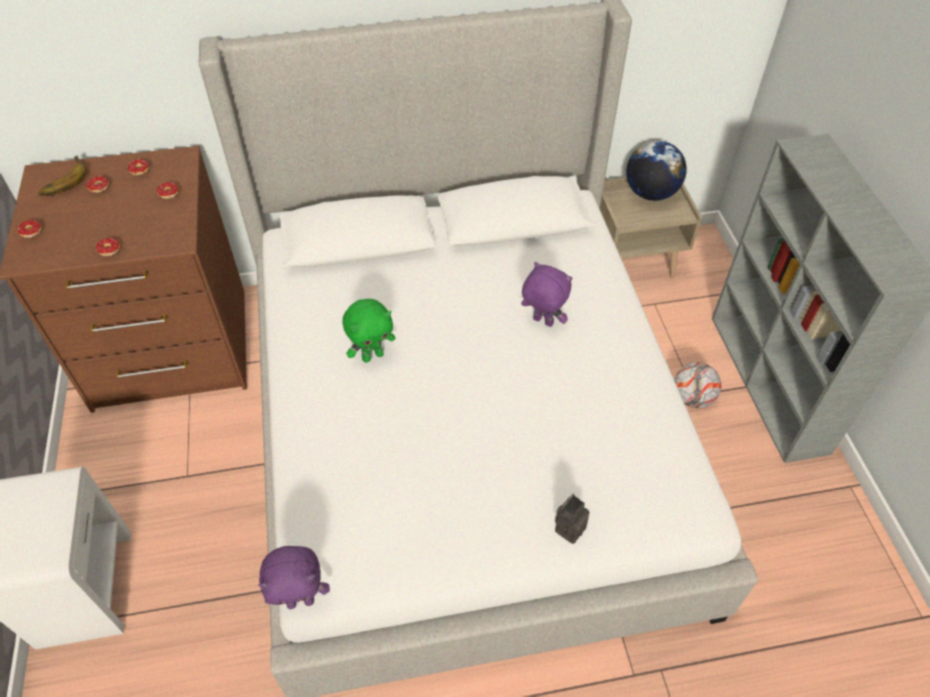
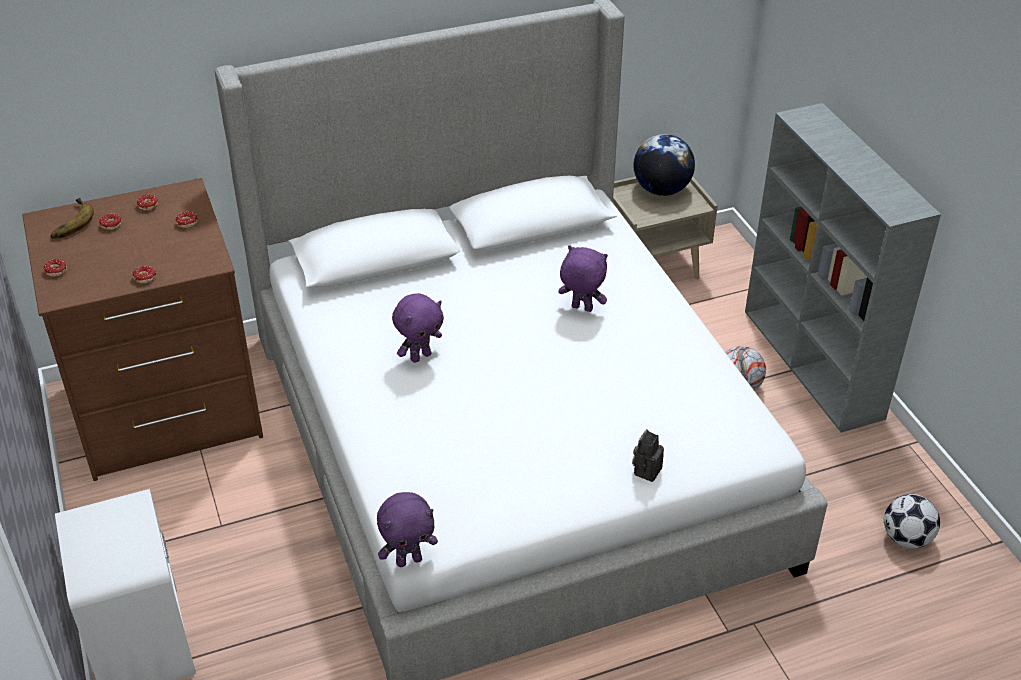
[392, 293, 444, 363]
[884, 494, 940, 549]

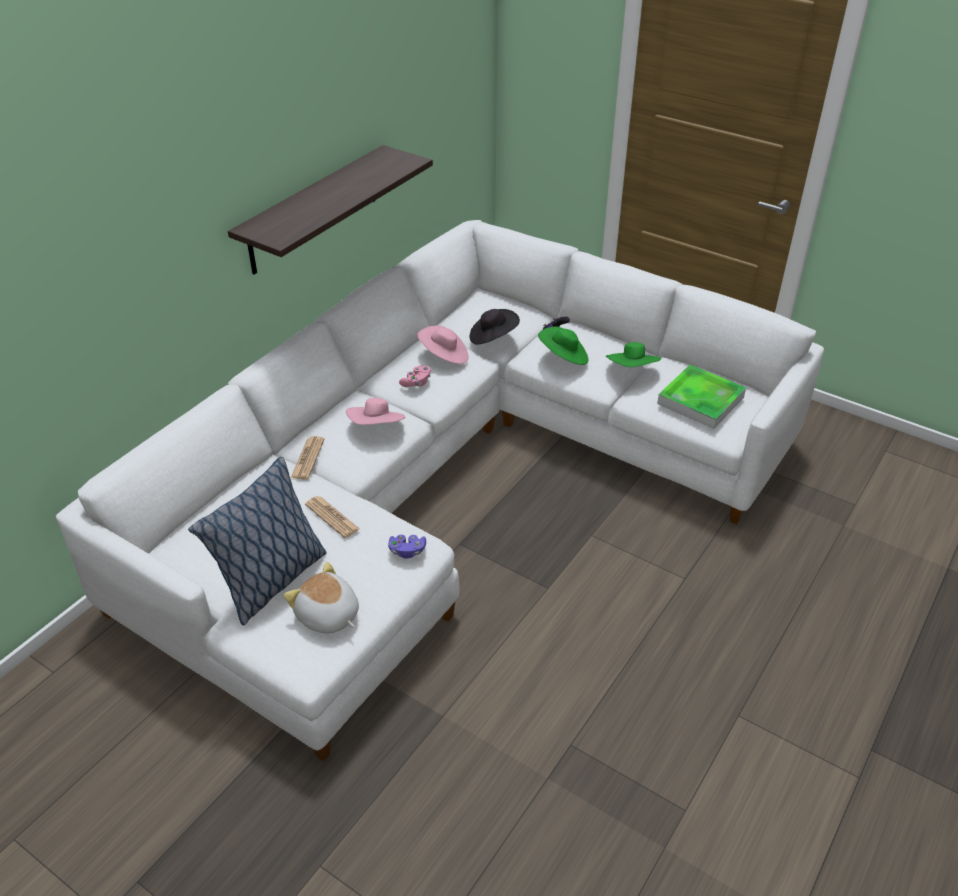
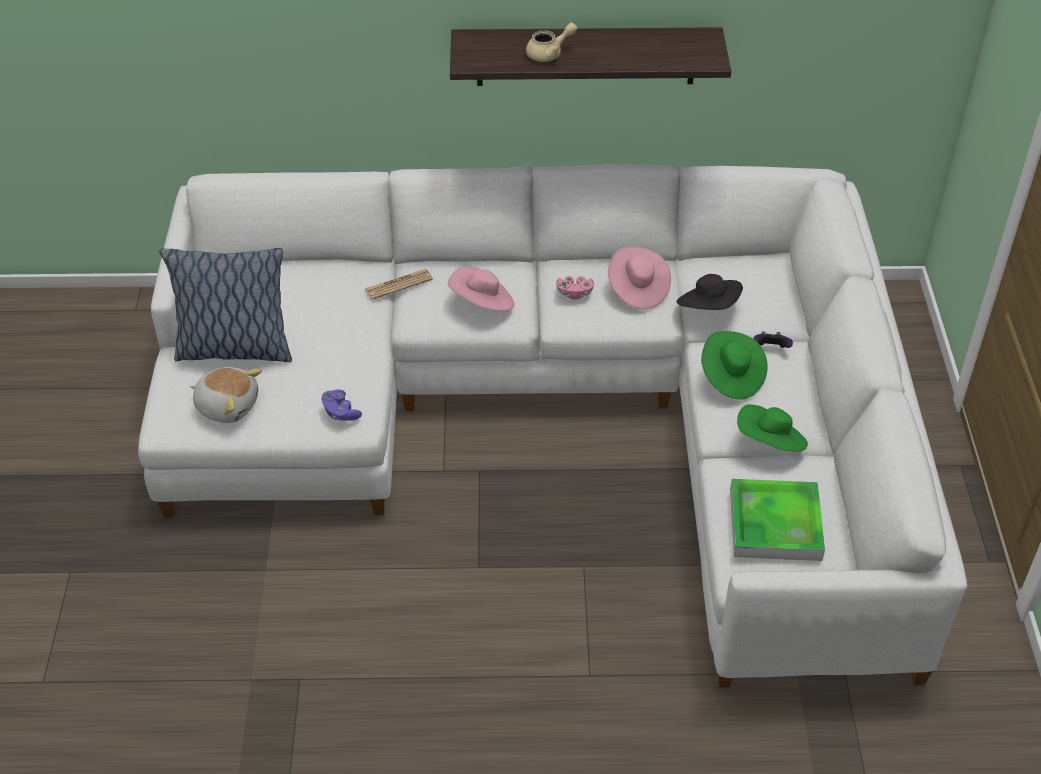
[305, 496, 359, 538] (first image)
[190, 367, 262, 423]
[526, 23, 577, 62]

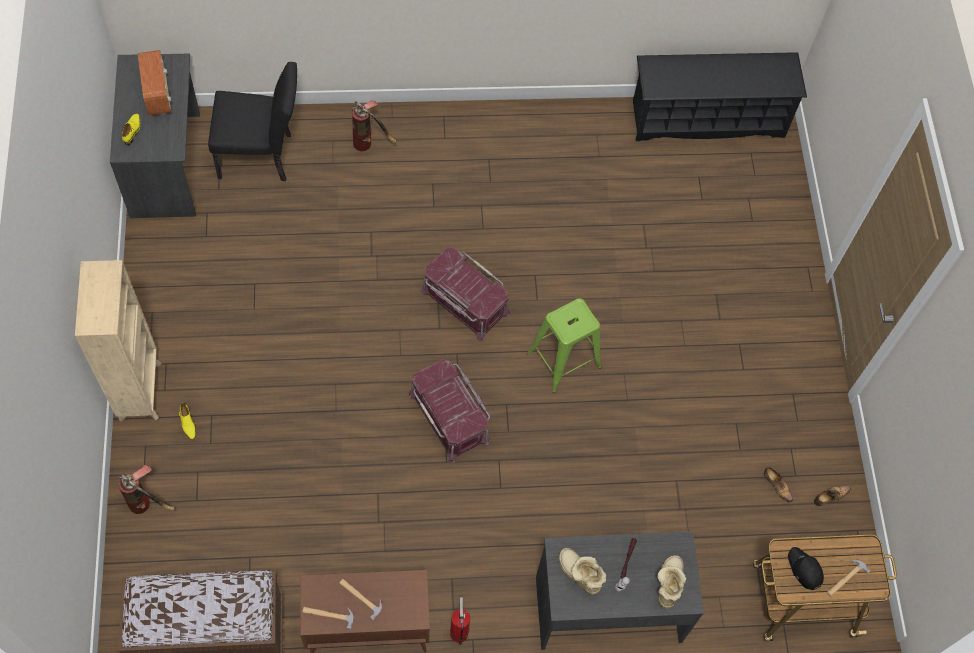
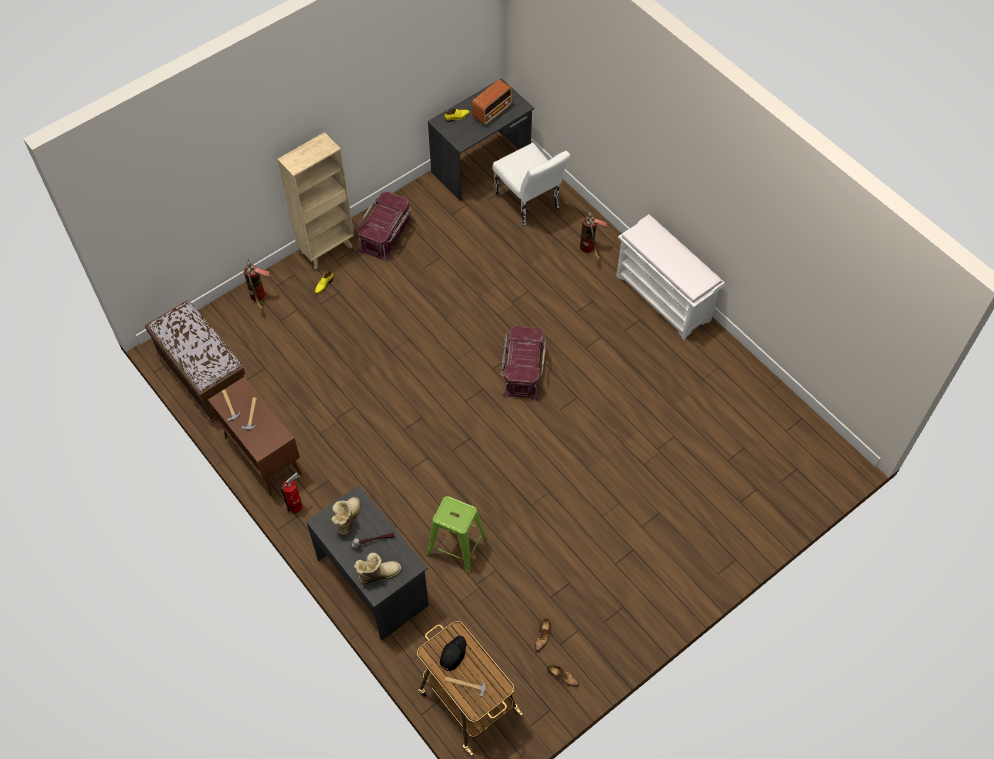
[633, 52, 807, 141] (first image)
[493, 143, 570, 227]
[426, 496, 487, 573]
[357, 192, 413, 263]
[616, 214, 725, 340]

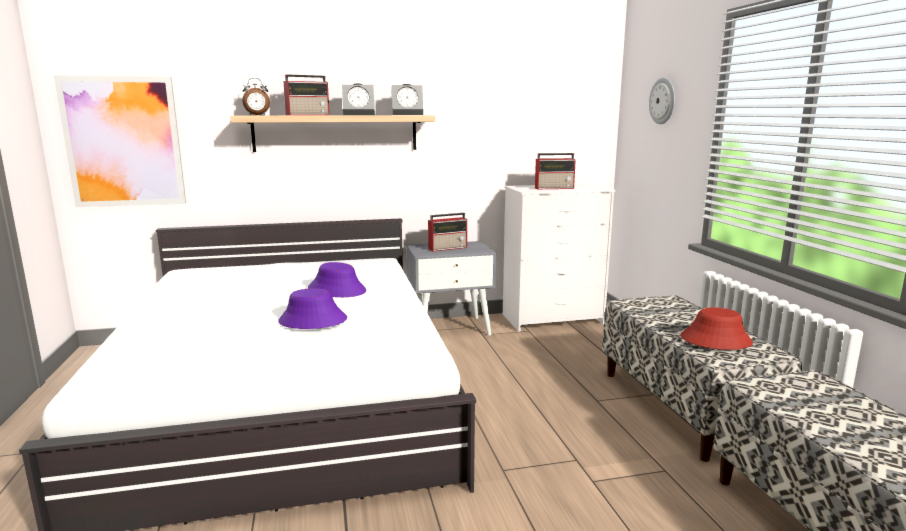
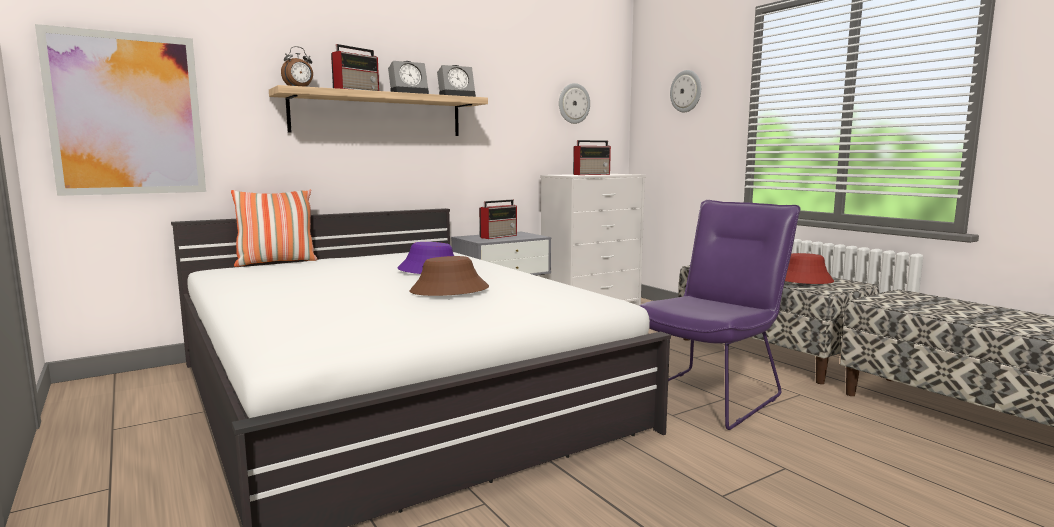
[410, 256, 489, 296]
[559, 83, 590, 124]
[231, 190, 317, 267]
[639, 200, 801, 430]

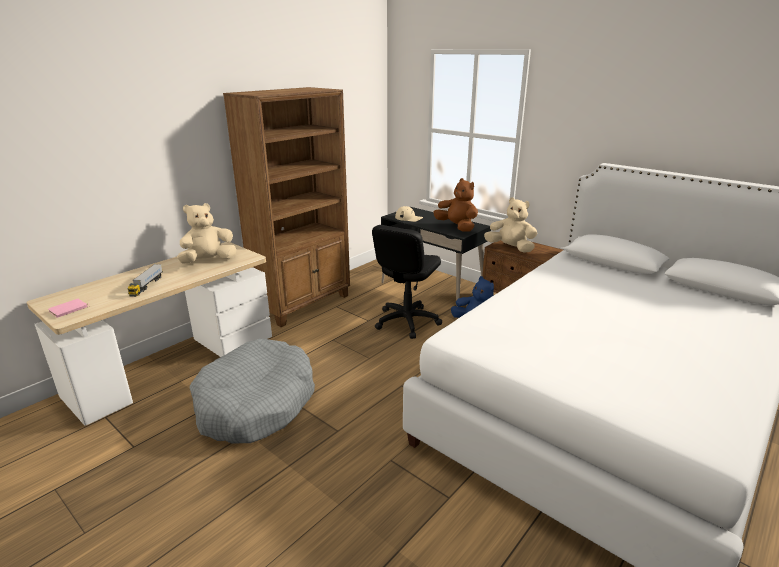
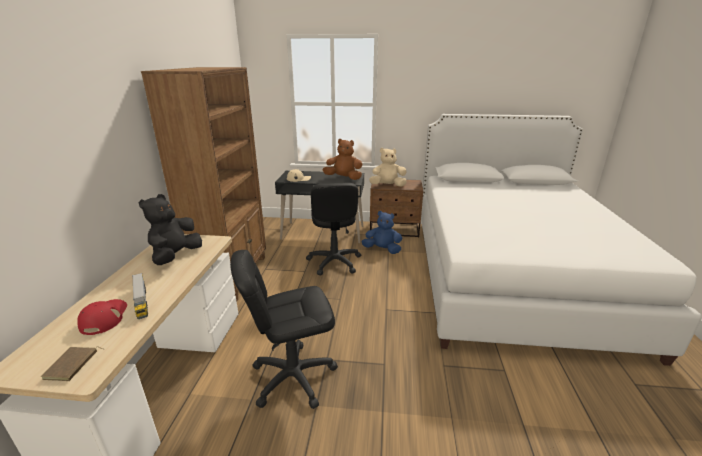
[139, 194, 202, 265]
[41, 346, 104, 381]
[230, 250, 338, 409]
[77, 299, 127, 335]

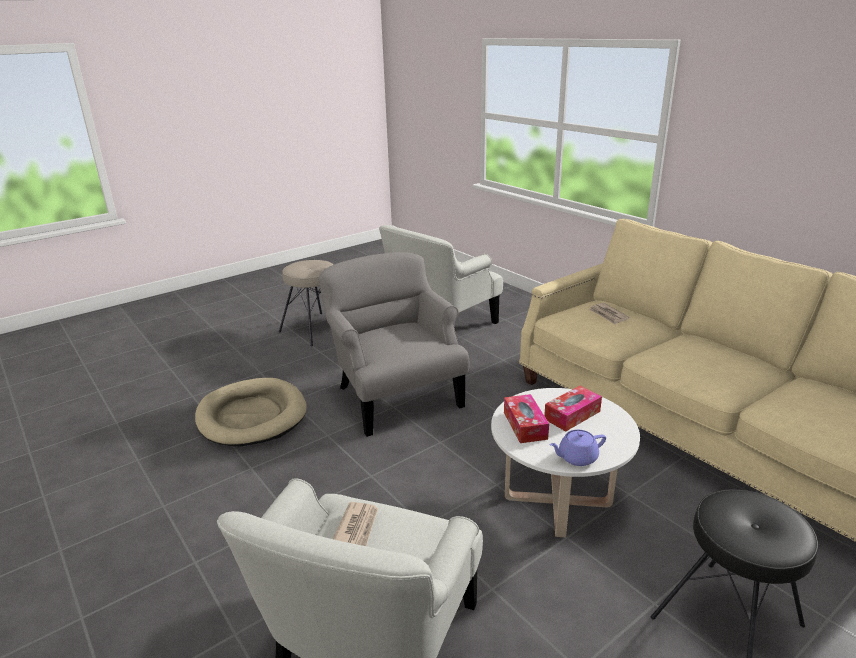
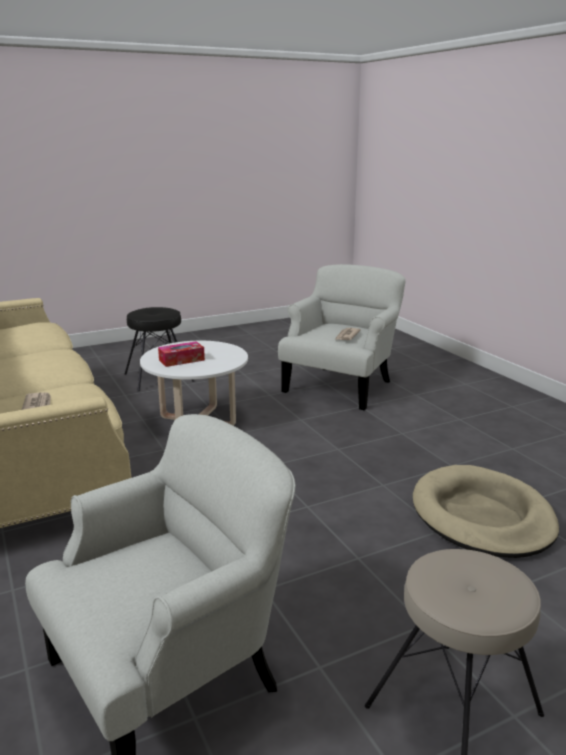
[319, 252, 469, 437] (first image)
[504, 394, 549, 443] (first image)
[549, 430, 606, 466] (first image)

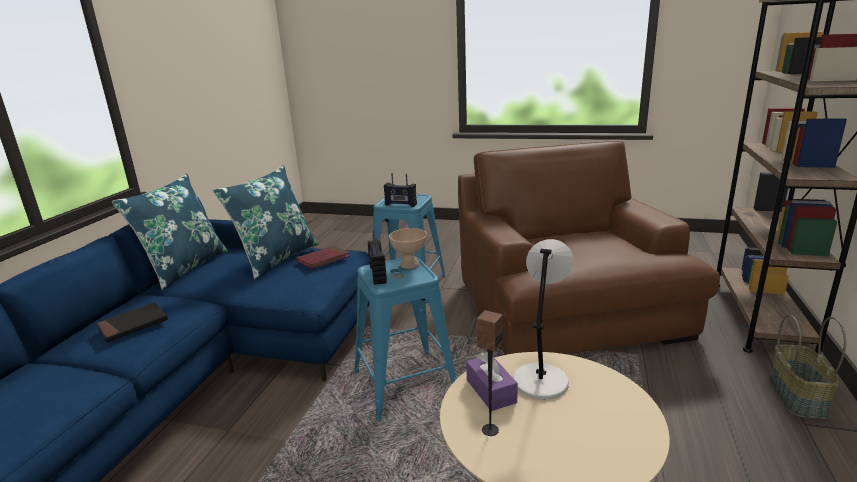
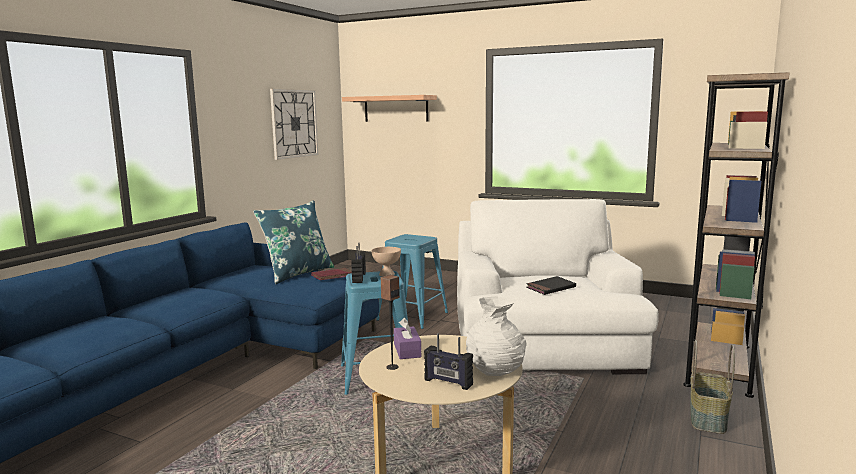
[457, 199, 659, 374]
[424, 333, 473, 390]
[112, 174, 228, 290] (first image)
[513, 239, 574, 399] (first image)
[526, 276, 576, 295]
[270, 89, 318, 160]
[342, 95, 437, 122]
[466, 296, 526, 376]

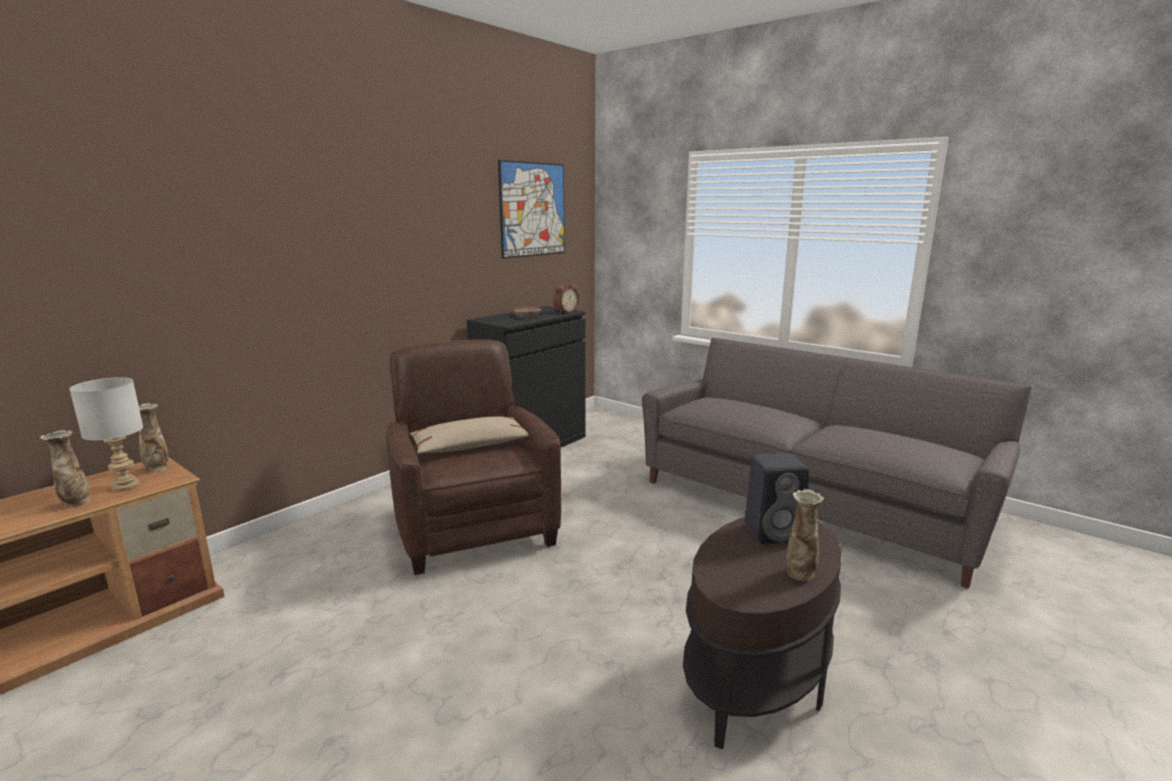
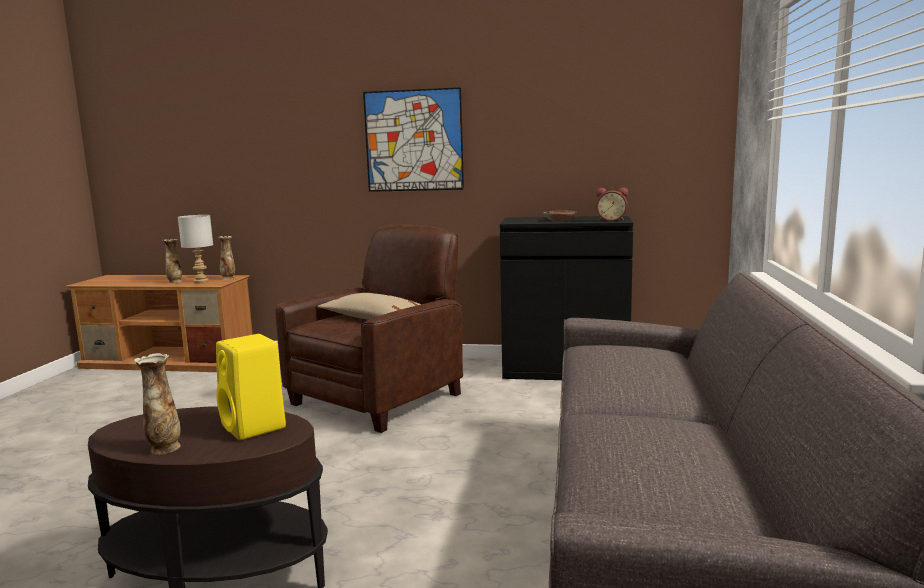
[363, 87, 464, 192]
[216, 334, 286, 440]

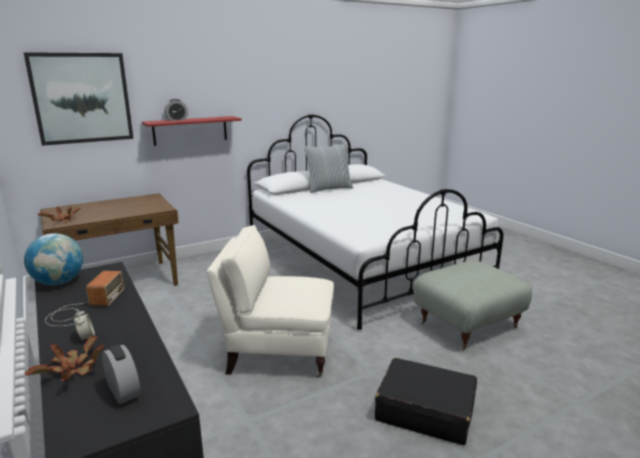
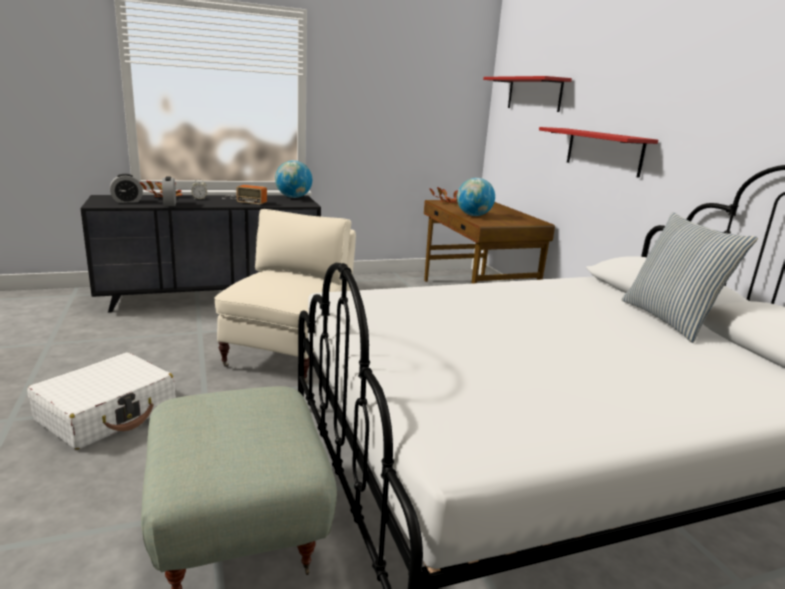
[483, 76, 572, 112]
[162, 177, 176, 206]
[27, 353, 176, 450]
[457, 178, 495, 216]

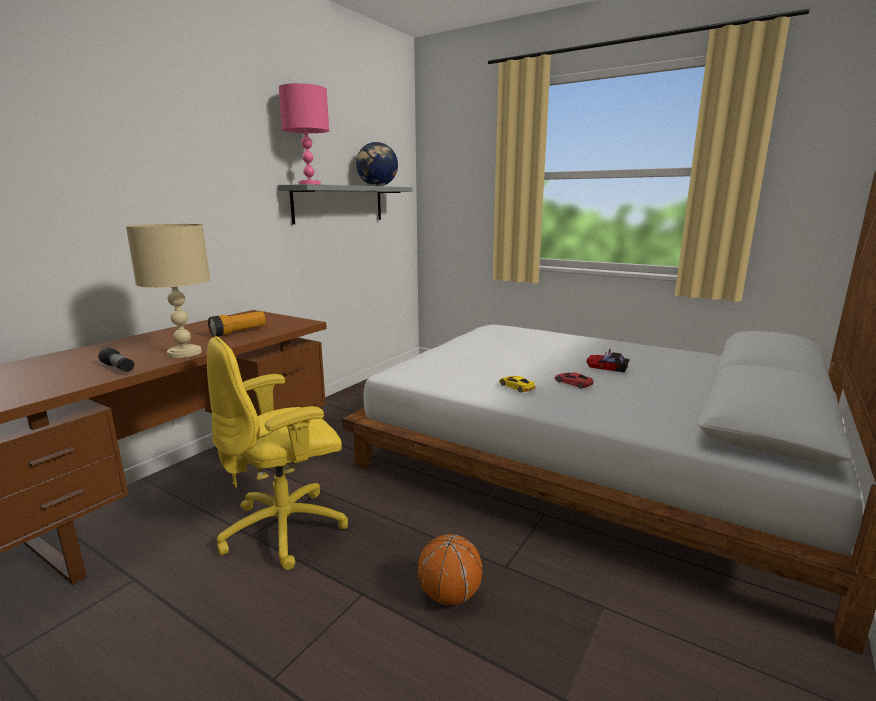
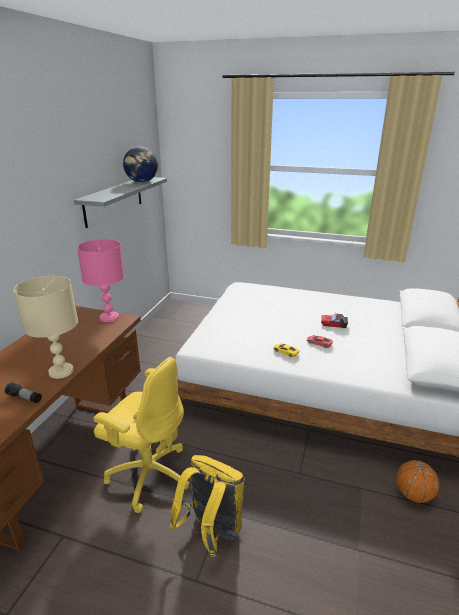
[77, 239, 124, 322]
[208, 311, 266, 337] (first image)
[94, 357, 190, 513]
[397, 460, 439, 503]
[169, 455, 244, 557]

